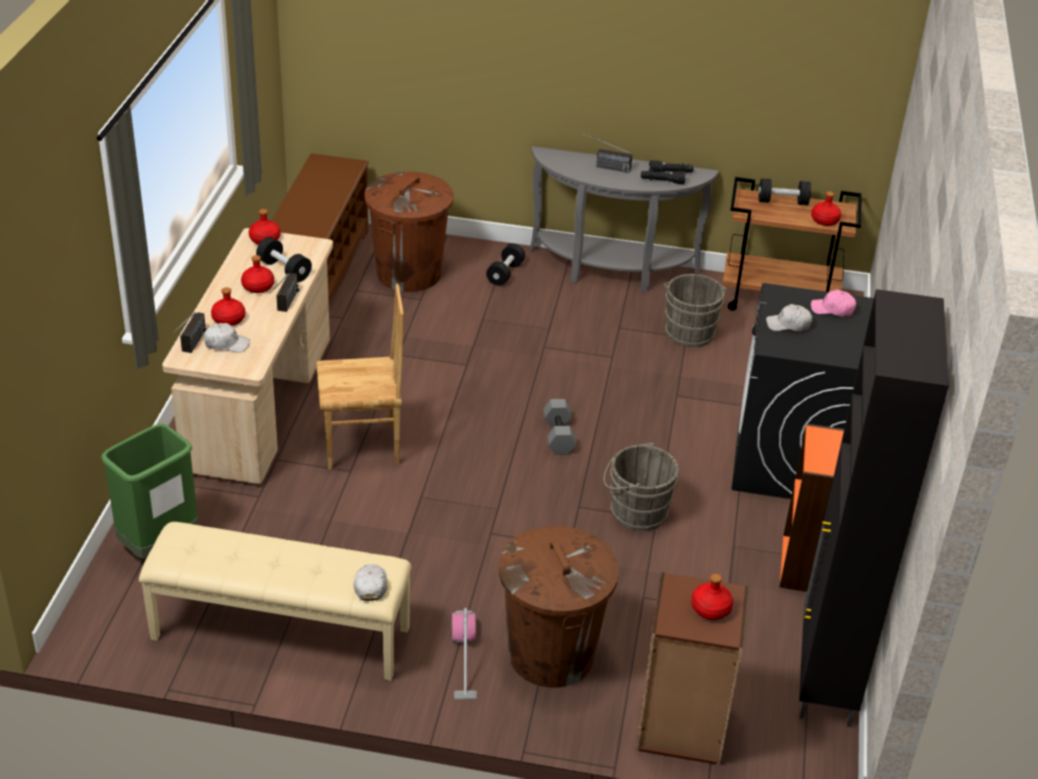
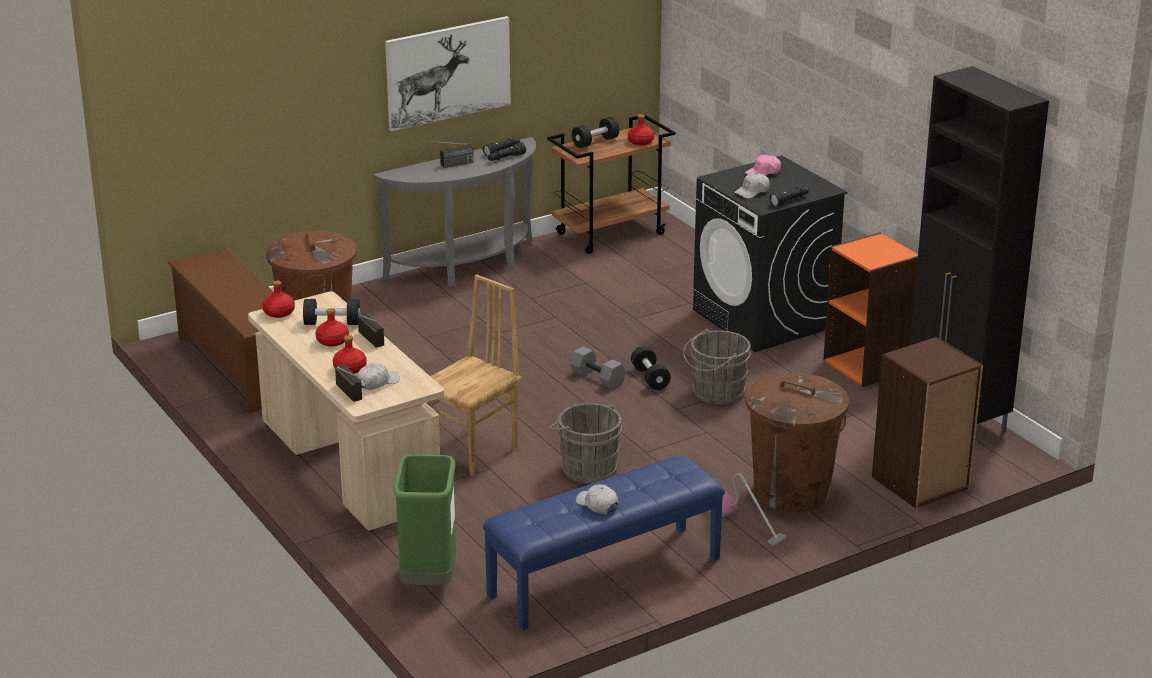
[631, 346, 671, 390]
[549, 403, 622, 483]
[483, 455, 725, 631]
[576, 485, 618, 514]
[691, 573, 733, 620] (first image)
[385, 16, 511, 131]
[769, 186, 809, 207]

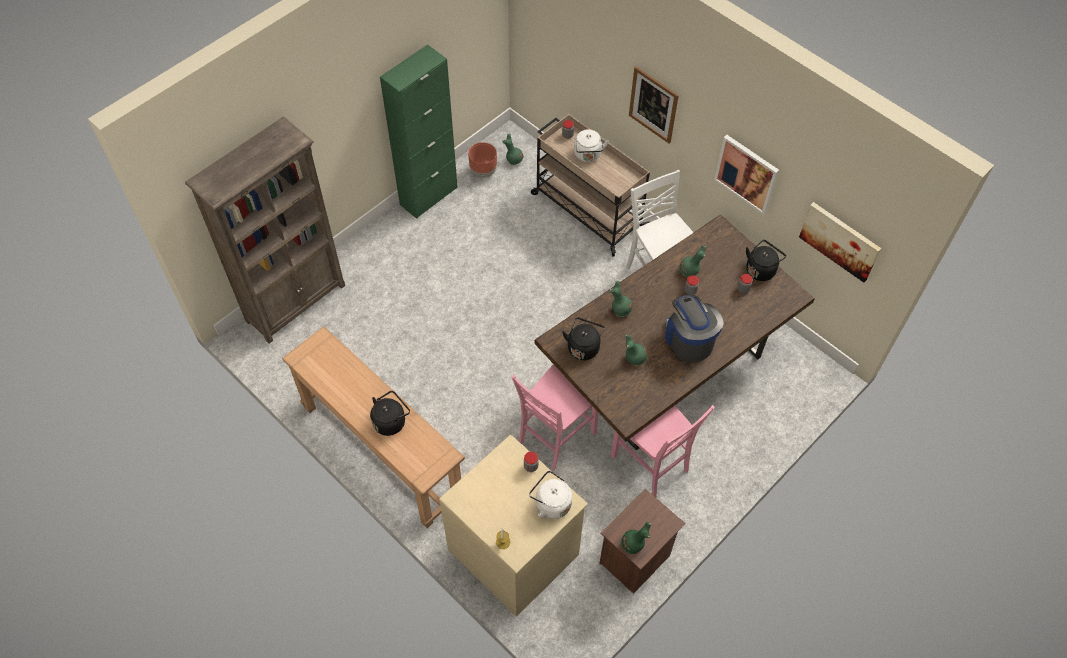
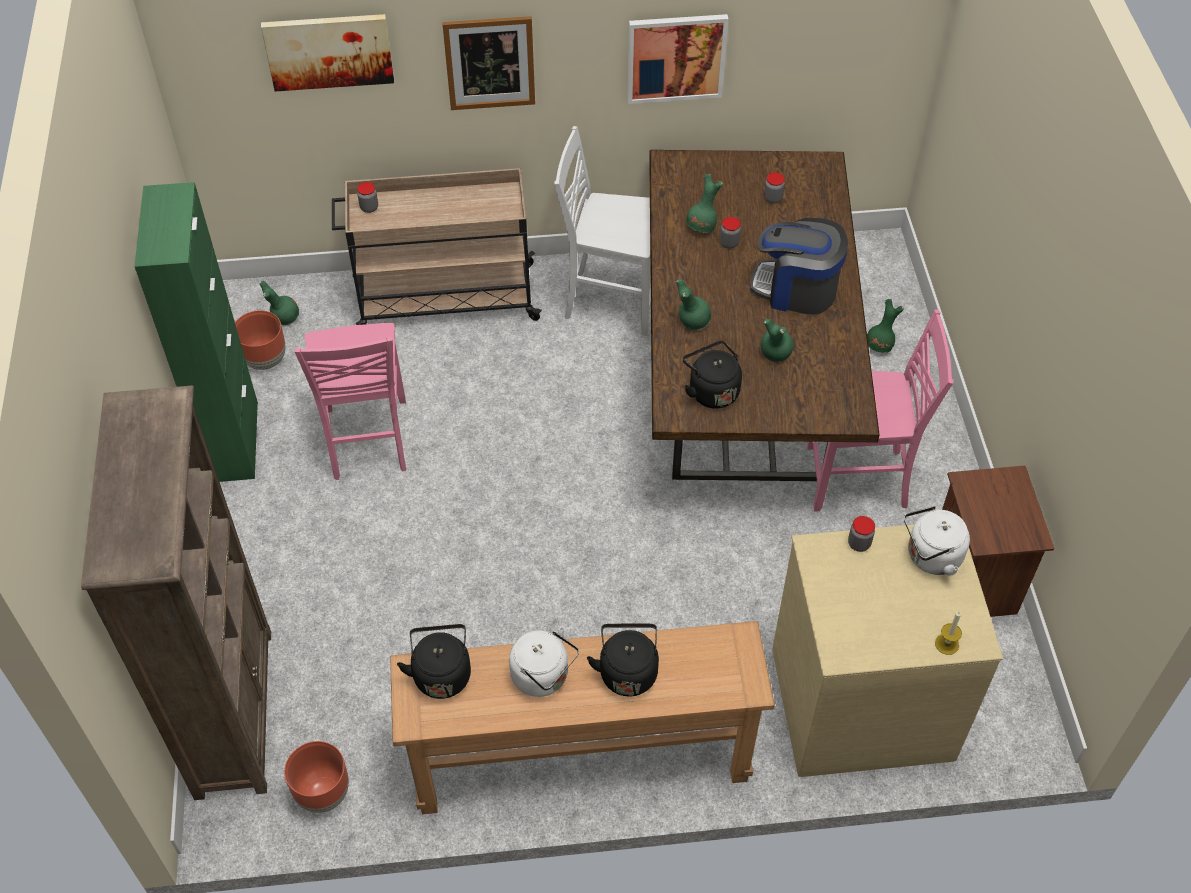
[509, 627, 579, 697]
[261, 14, 394, 92]
[397, 624, 471, 699]
[295, 323, 406, 480]
[867, 299, 904, 353]
[284, 741, 349, 813]

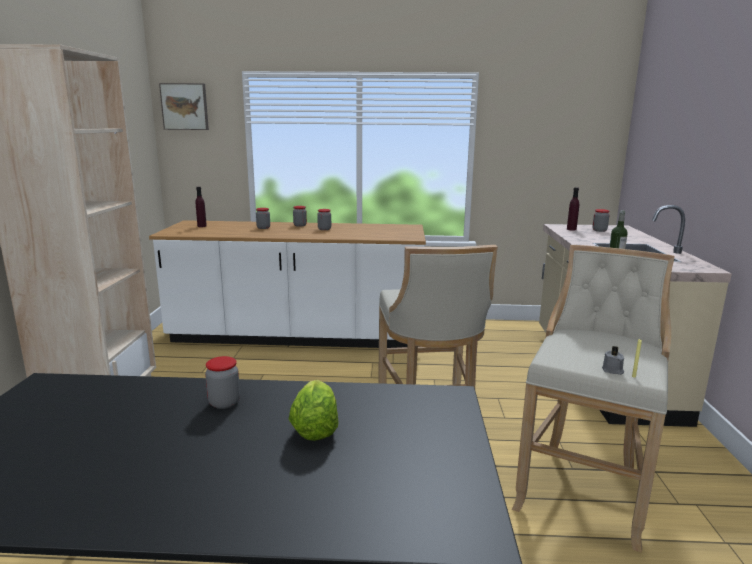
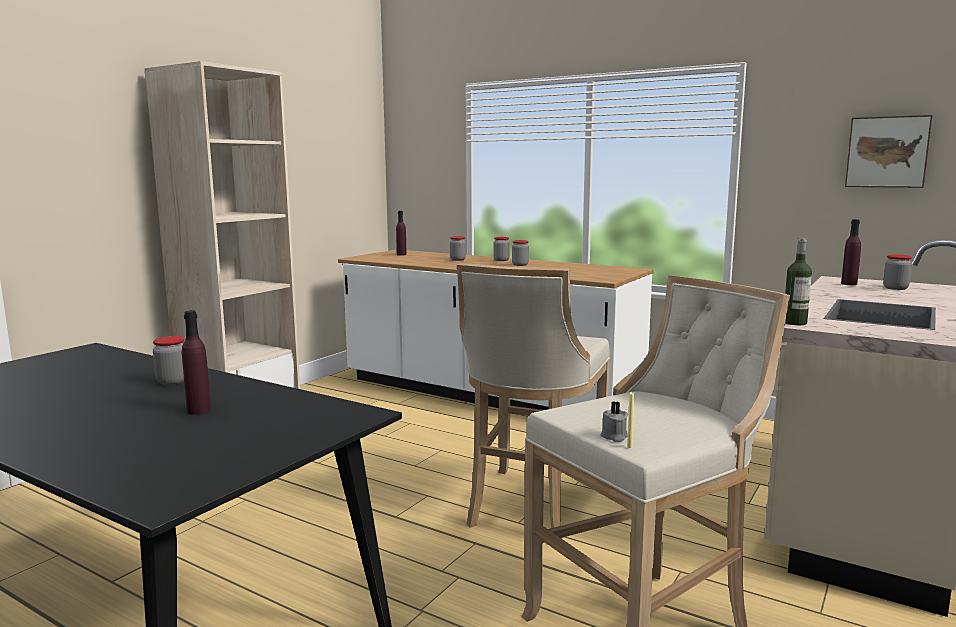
[845, 115, 933, 188]
[182, 310, 211, 414]

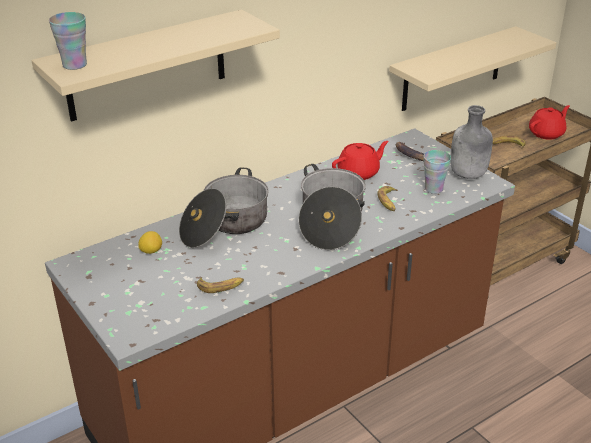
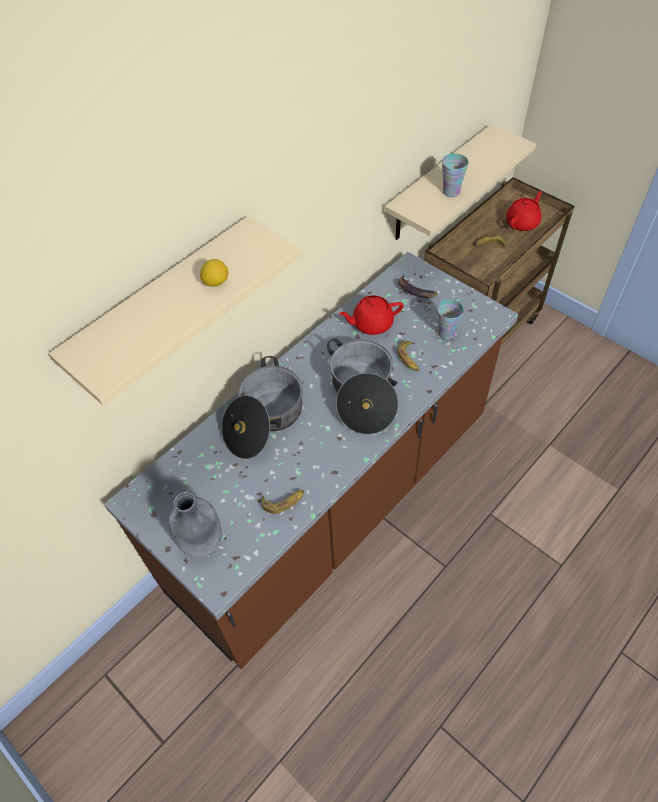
[442, 153, 469, 197]
[168, 492, 222, 558]
[339, 295, 403, 335]
[200, 259, 228, 287]

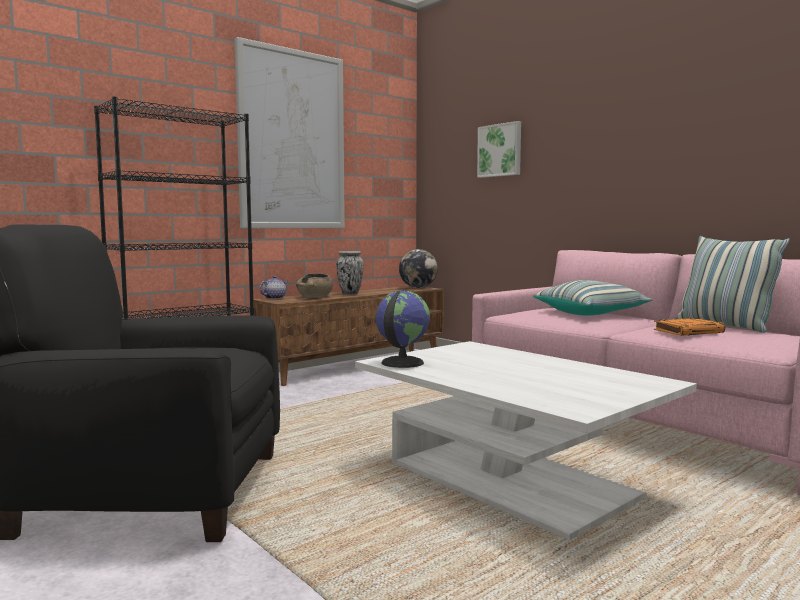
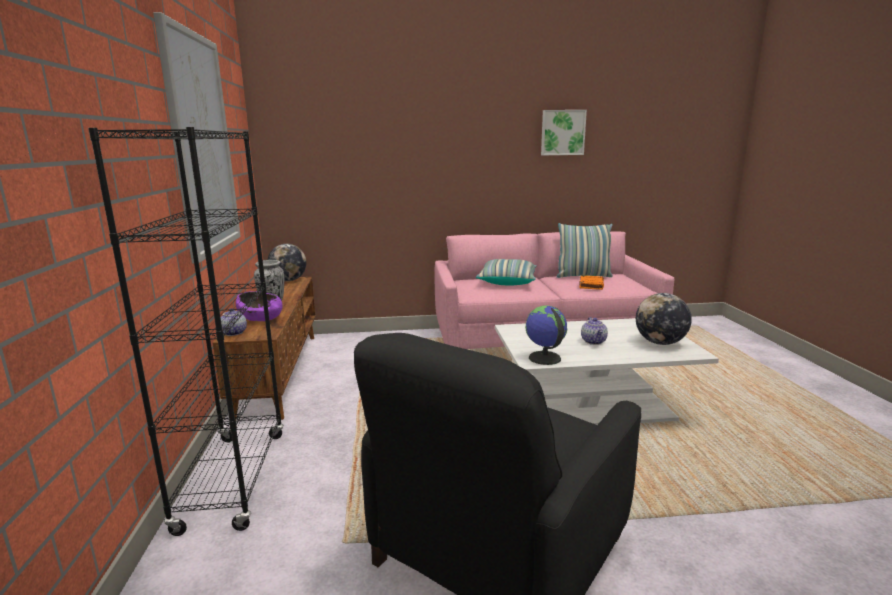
[541, 110, 587, 155]
[236, 291, 283, 321]
[636, 293, 692, 345]
[581, 317, 608, 345]

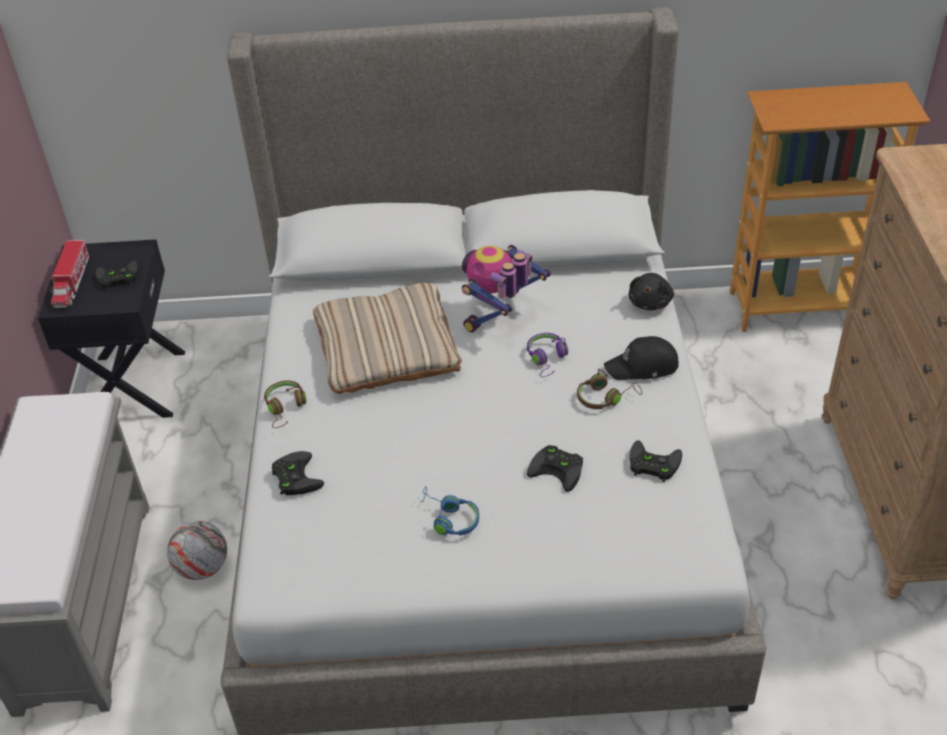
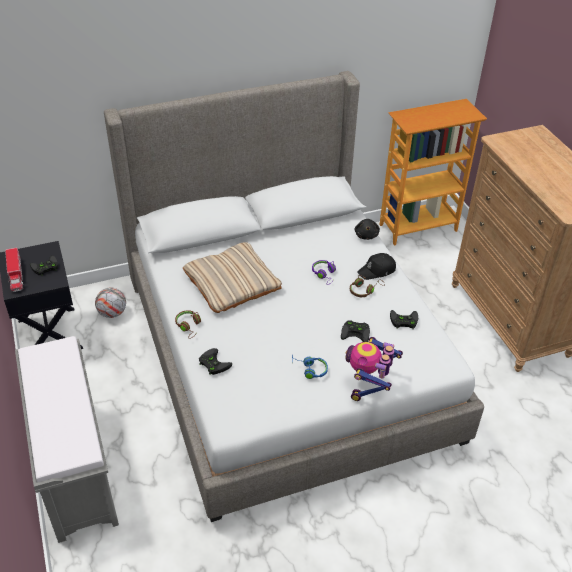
[345, 337, 403, 401]
[95, 288, 126, 318]

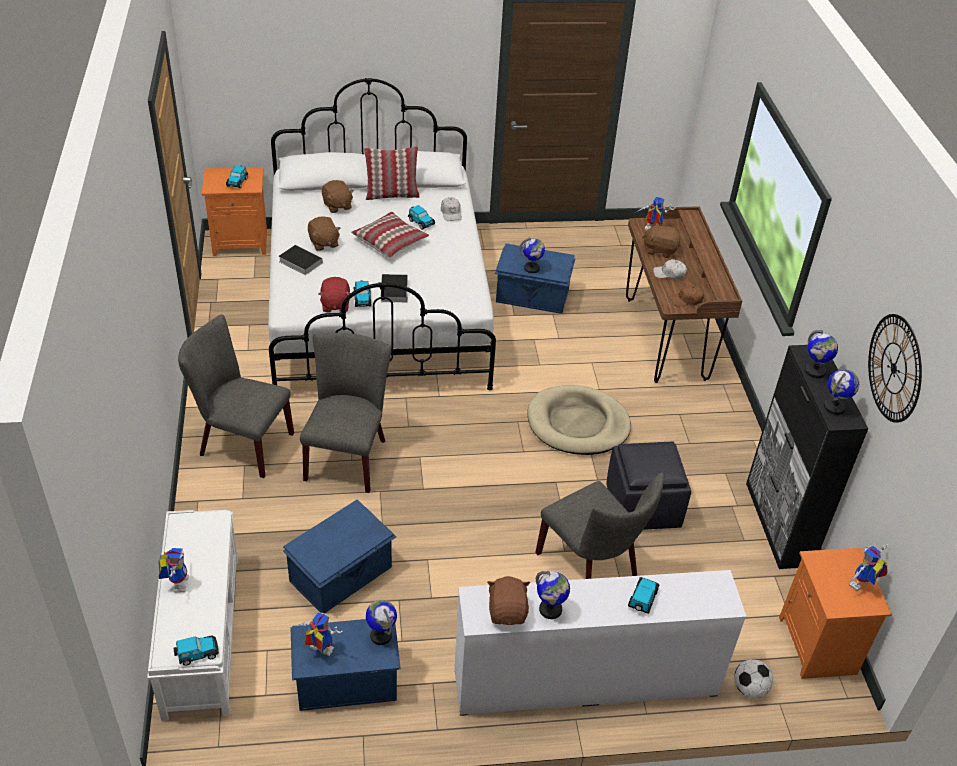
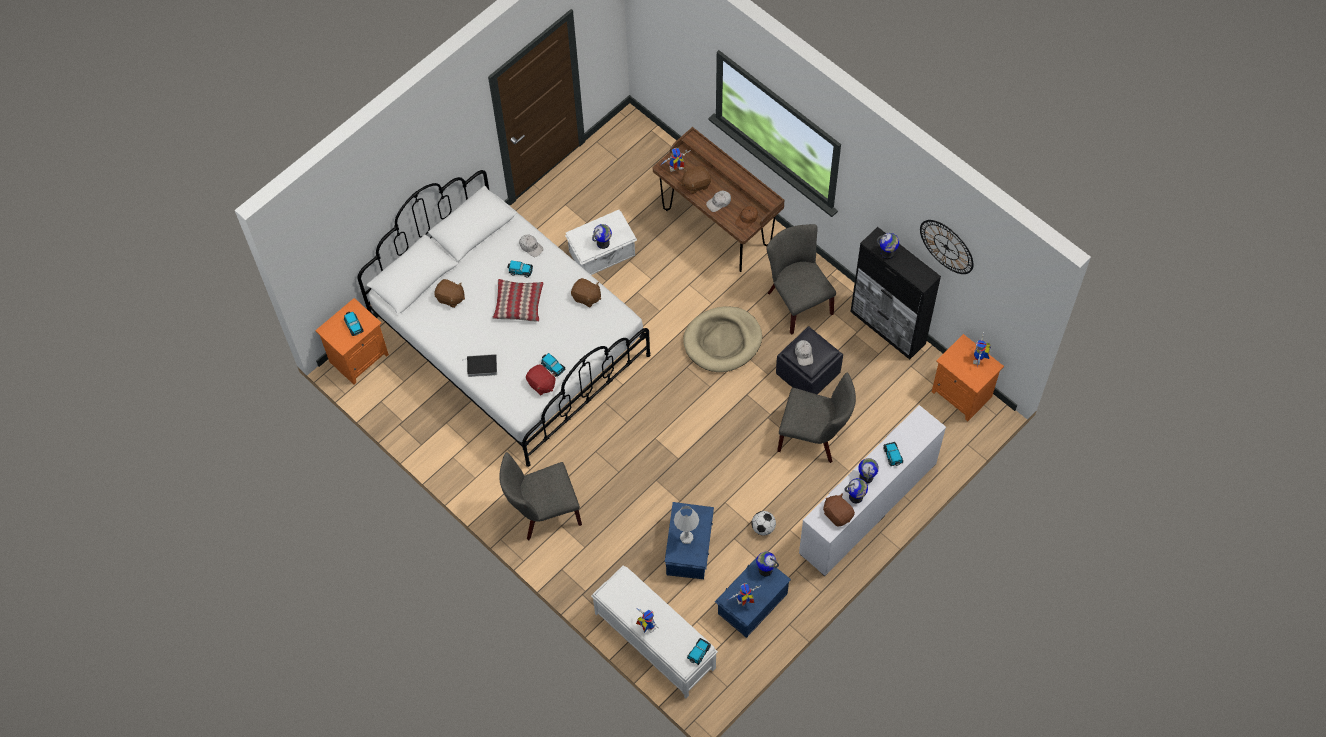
[364, 146, 420, 200] (first image)
[571, 278, 601, 307]
[565, 210, 637, 275]
[381, 274, 408, 303] (first image)
[767, 224, 836, 335]
[858, 458, 879, 484]
[751, 511, 776, 535]
[795, 340, 813, 366]
[674, 506, 699, 544]

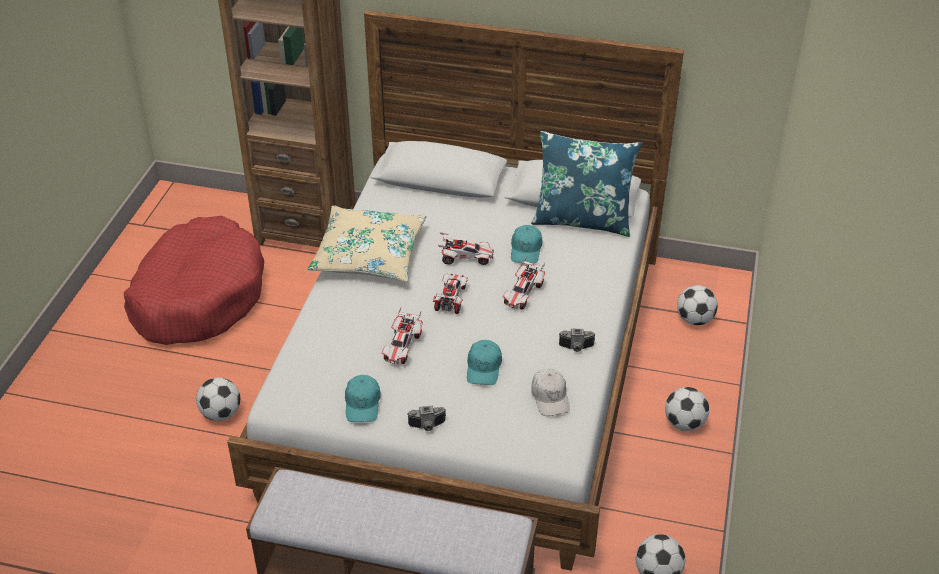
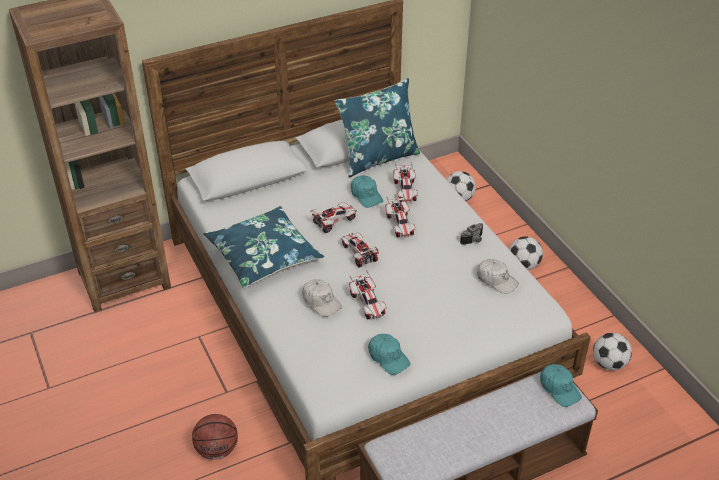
[203, 206, 324, 289]
[124, 216, 264, 345] (first image)
[540, 364, 582, 407]
[192, 414, 238, 460]
[407, 405, 446, 431] (first image)
[393, 162, 418, 202]
[302, 279, 342, 317]

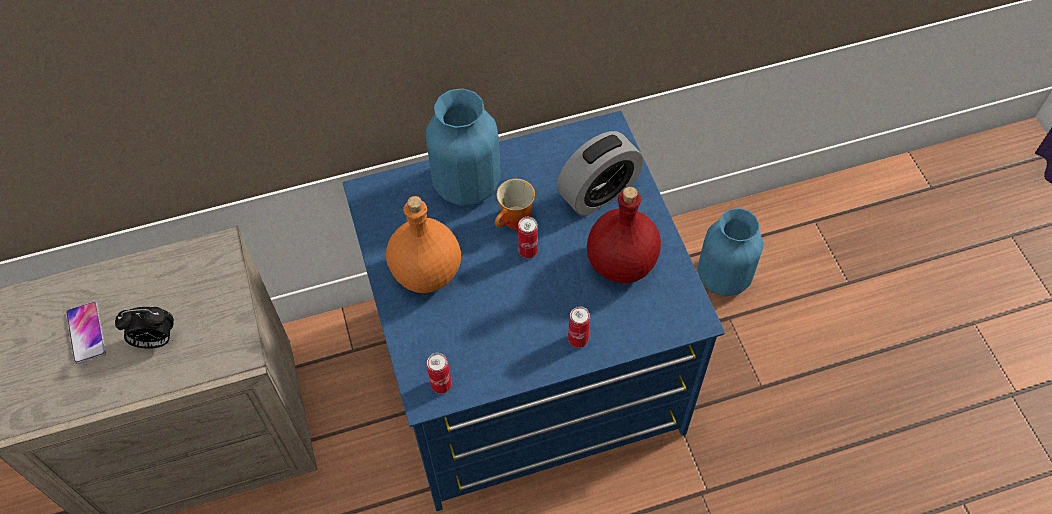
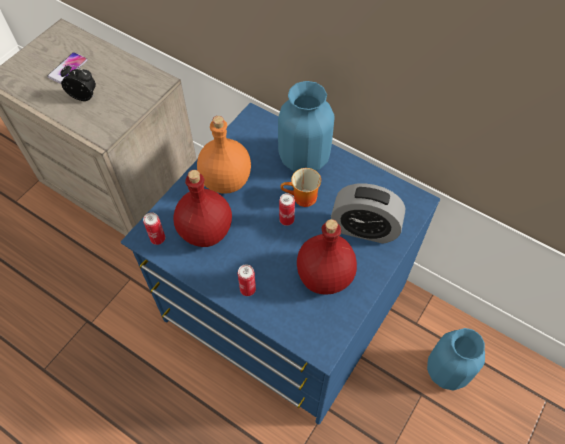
[60, 65, 96, 101]
[173, 170, 232, 247]

